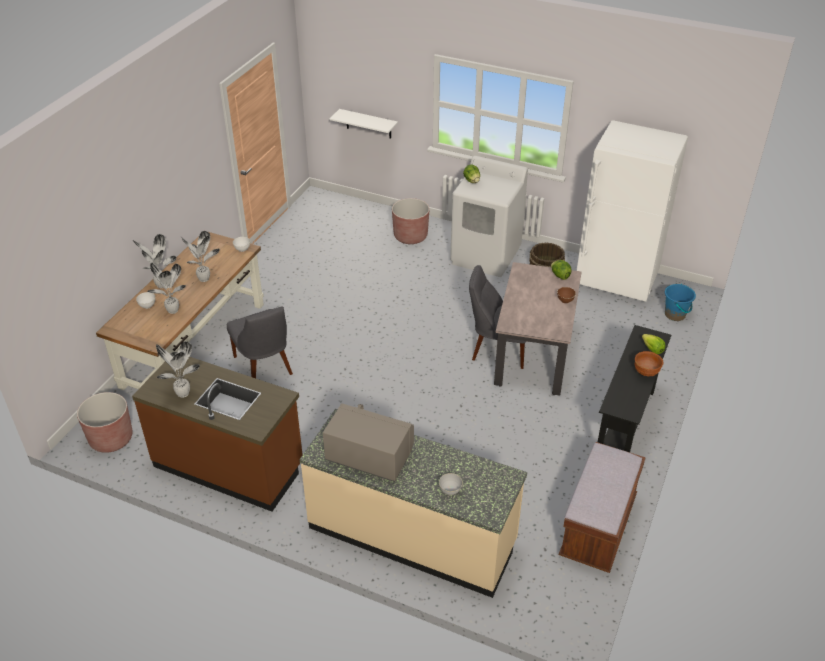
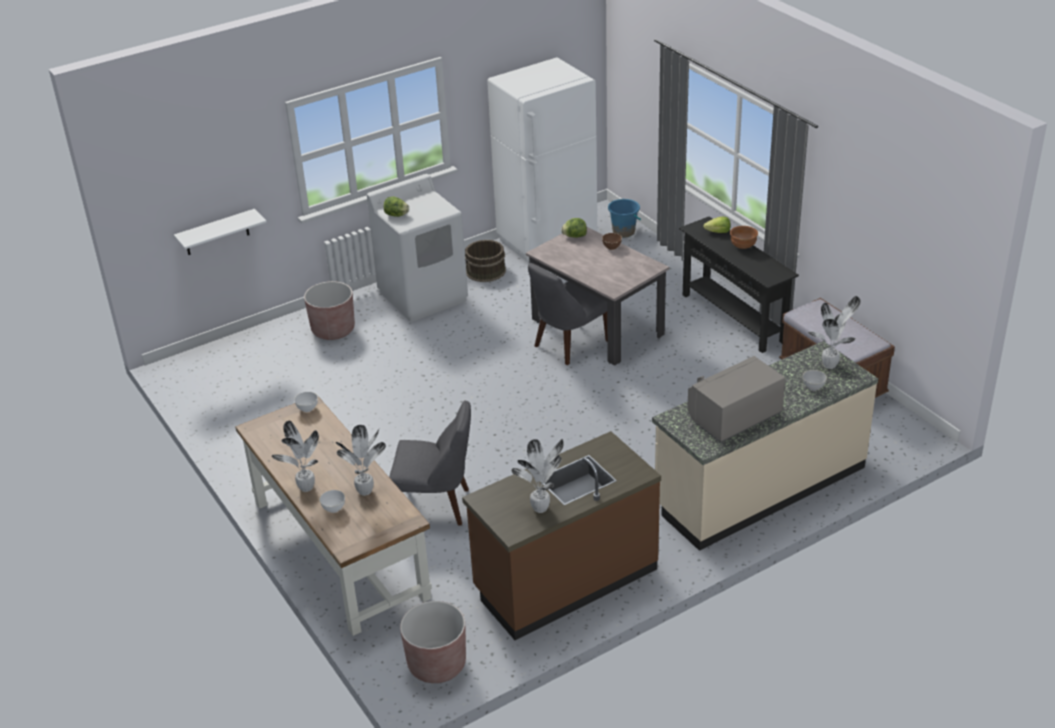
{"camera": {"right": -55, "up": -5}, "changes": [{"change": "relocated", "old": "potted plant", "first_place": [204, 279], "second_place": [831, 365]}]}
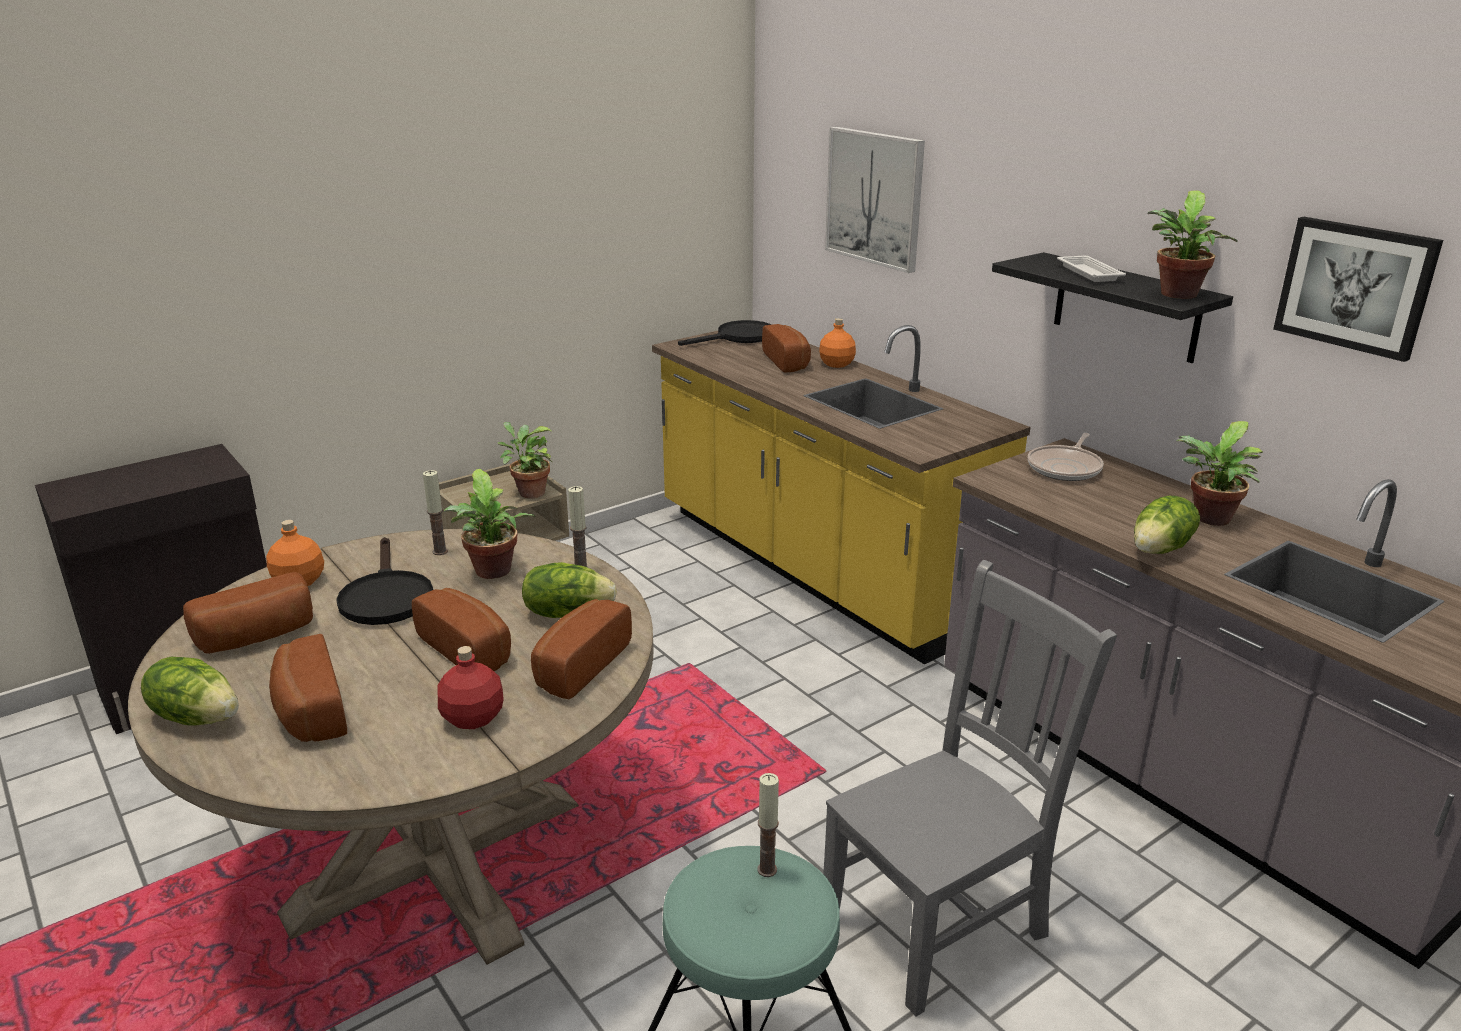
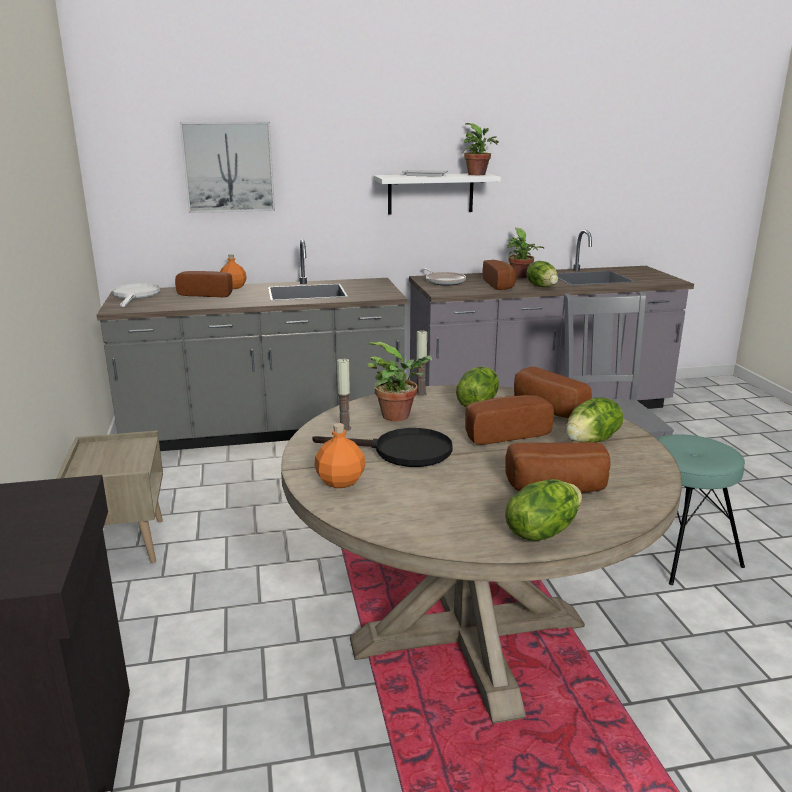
{"camera": {"right": -65, "up": -5}, "changes": [{"change": "colour", "old": "yellow counter", "new": "grey counter", "first_place": [815, 568], "second_place": [266, 431]}, {"change": "colour", "old": "black frying pan", "new": "white frying pan", "first_place": [739, 337], "second_place": [135, 296]}, {"change": "colour", "old": "black shelf", "new": "white shelf", "first_place": [1126, 307], "second_place": [430, 193]}, {"change": "relocated", "old": "bread", "first_place": [258, 637], "second_place": [500, 285]}, {"change": "exchanged", "old": "red bottle", "new": "lettuce", "first_place": [473, 719], "second_place": [592, 441]}, {"change": "missing", "old": "potted plant", "first_place": [529, 492]}, {"change": "missing", "old": "candle", "first_place": [767, 870]}, {"change": "missing", "old": "picture", "first_place": [1355, 286]}]}
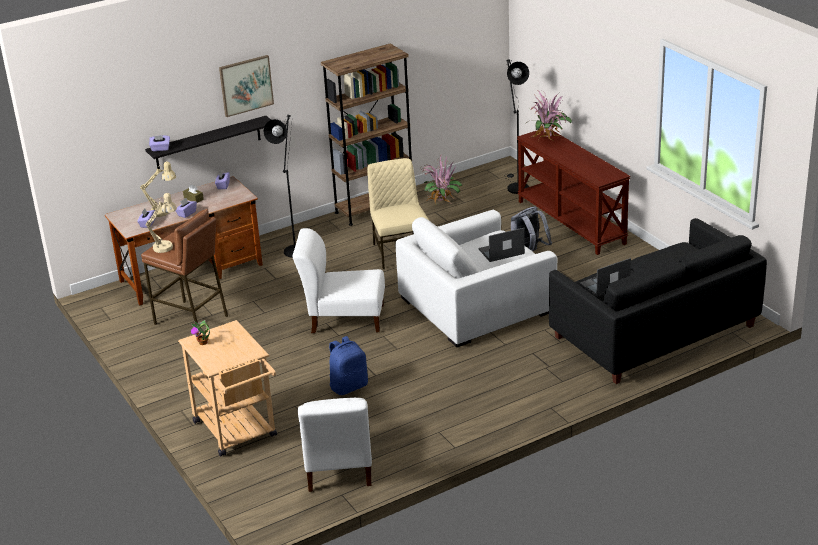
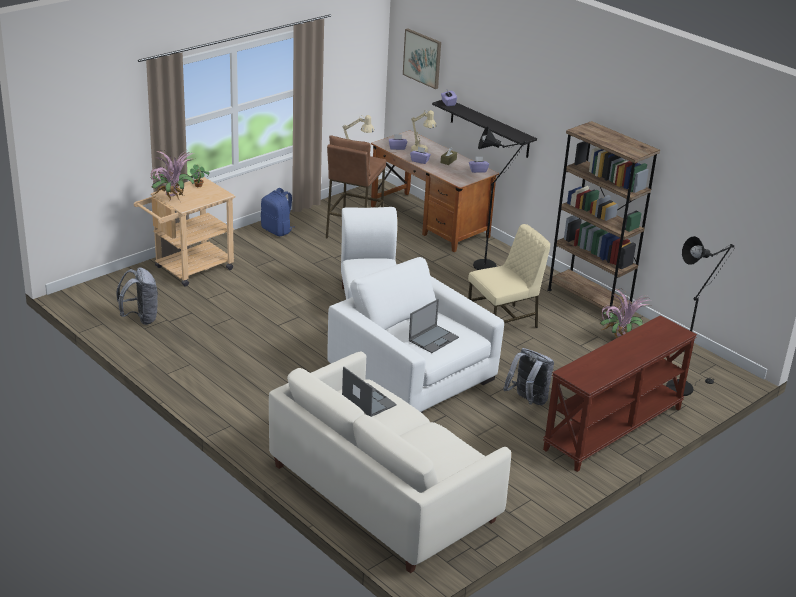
{"camera": {"right": 75, "up": 0}, "changes": [{"change": "exchanged", "old": "white chair", "new": "grey backpack", "first_place": [338, 467], "second_place": [140, 318]}, {"change": "relocated", "old": "potted plant", "first_place": [548, 140], "second_place": [172, 200]}, {"change": "relocated", "old": "blue backpack", "first_place": [349, 386], "second_place": [277, 230]}, {"change": "colour", "old": "black sofa", "new": "white sofa", "first_place": [654, 332], "second_place": [382, 493]}, {"change": "relocated", "old": "picture", "first_place": [246, 85], "second_place": [422, 58]}, {"change": "spun", "old": "laptop", "first_place": [501, 251], "second_place": [434, 339], "degrees": 75}]}
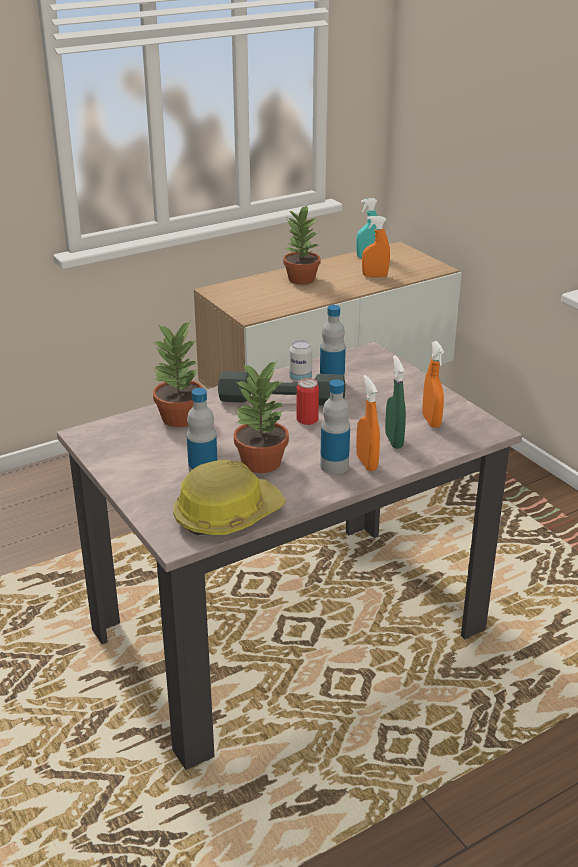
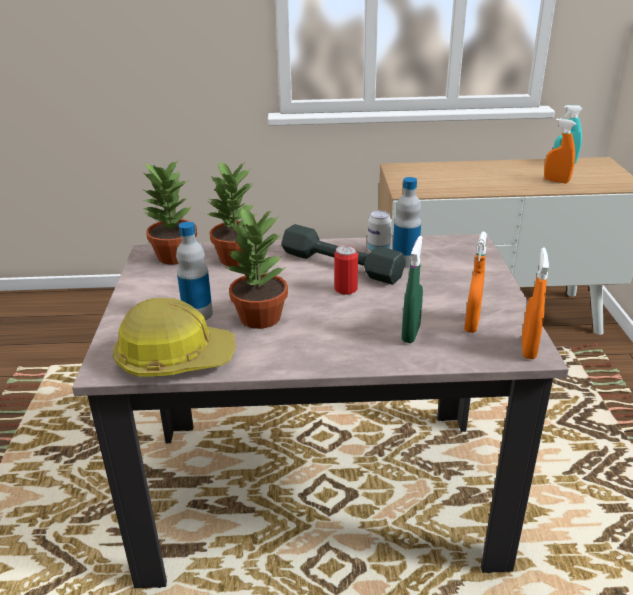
{"camera": {"right": 30, "up": 0}, "changes": [{"change": "relocated", "old": "potted plant", "first_place": [301, 279], "second_place": [174, 256]}, {"change": "relocated", "old": "orange spray bottle", "first_place": [366, 463], "second_place": [528, 349]}, {"change": "missing", "old": "bottle", "first_place": [334, 466]}]}
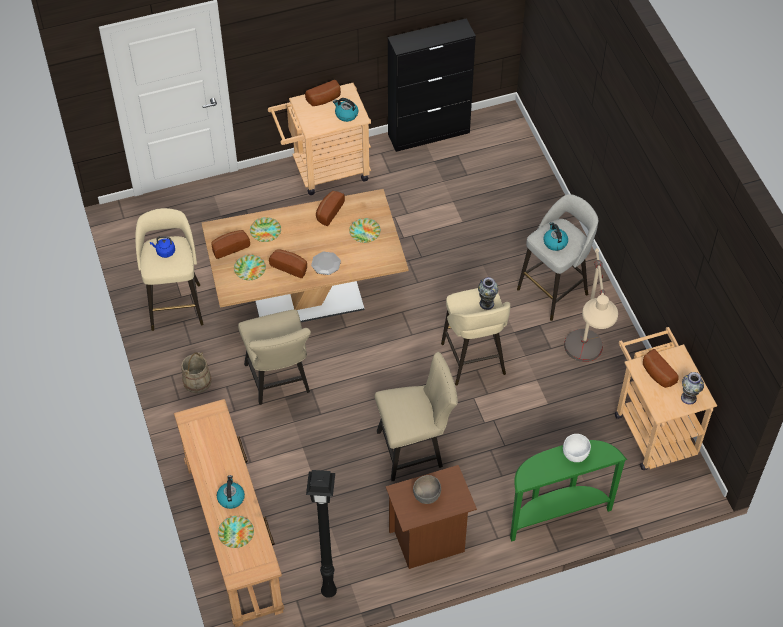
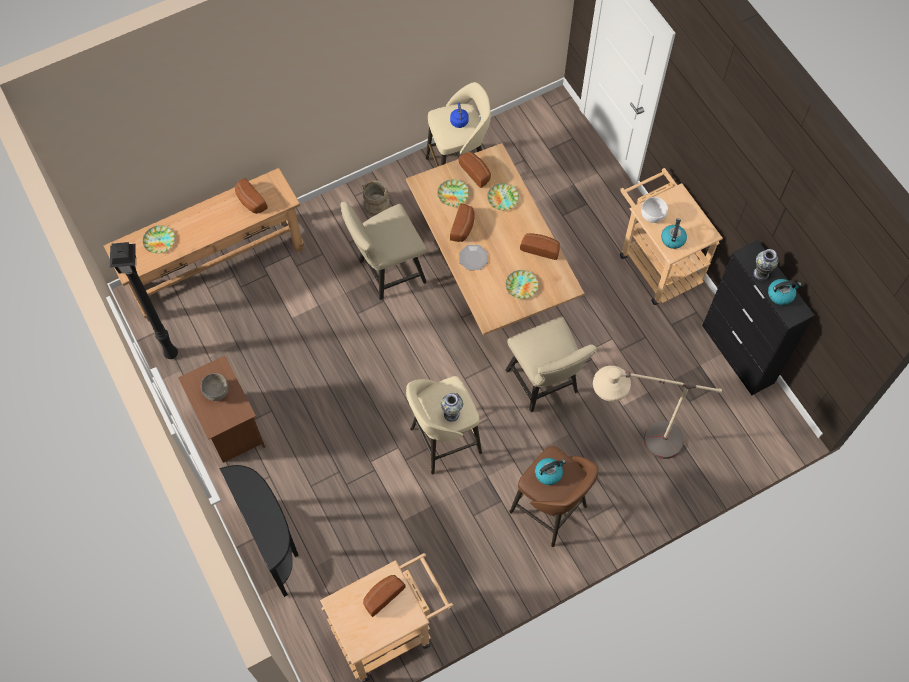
{"camera": {"right": 80, "up": 10}, "changes": [{"change": "colour", "old": "green console table", "new": "black console table", "first_place": [556, 513], "second_place": [274, 542]}, {"change": "relocated", "old": "bread", "first_place": [324, 100], "second_place": [250, 201]}, {"change": "relocated", "old": "beige chair", "first_place": [415, 449], "second_place": [545, 385]}, {"change": "colour", "old": "grey stool", "new": "brown stool", "first_place": [554, 290], "second_place": [550, 511]}, {"change": "relocated", "old": "beige floor lamp", "first_place": [583, 368], "second_place": [635, 442]}, {"change": "relocated", "old": "white bowl", "first_place": [575, 455], "second_place": [652, 216]}, {"change": "relocated", "old": "vase", "first_place": [688, 397], "second_place": [761, 274]}, {"change": "relocated", "old": "kettle", "first_place": [231, 498], "second_place": [781, 294]}]}
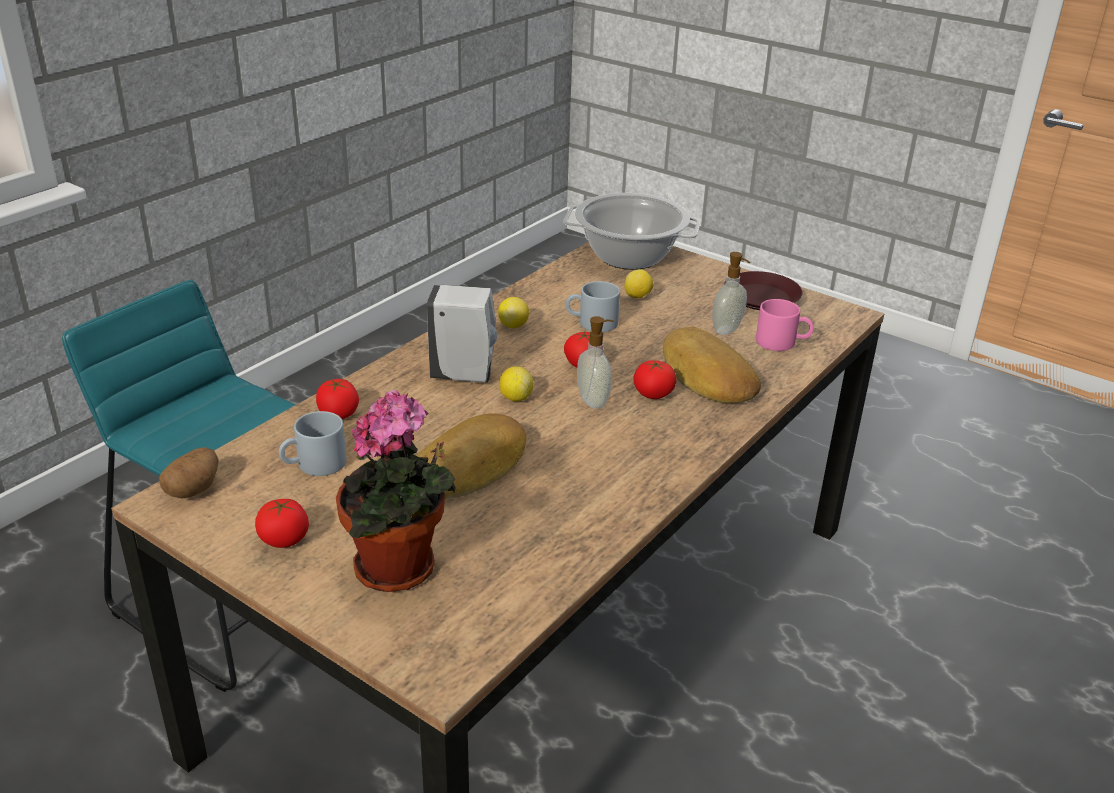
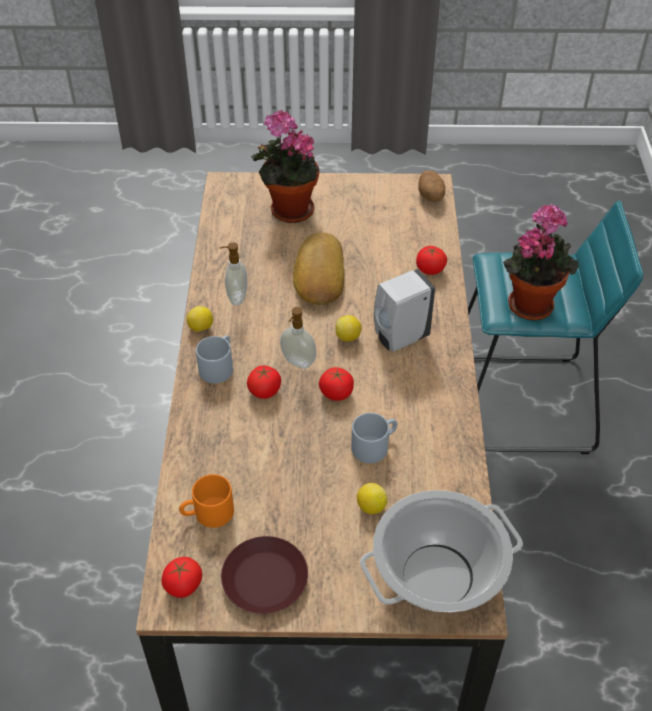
{"camera": {"right": 145, "up": 15}, "changes": [{"change": "relocated", "old": "tomato", "first_place": [284, 539], "second_place": [183, 585]}, {"change": "colour", "old": "pink mug", "new": "orange mug", "first_place": [782, 342], "second_place": [208, 514]}, {"change": "relocated", "old": "lemon", "first_place": [513, 325], "second_place": [201, 328]}, {"change": "relocated", "old": "grey mug", "first_place": [314, 465], "second_place": [218, 366]}, {"change": "relocated", "old": "soap dispenser", "first_place": [727, 330], "second_place": [236, 297]}, {"change": "appeared", "new": "potted plant", "second_place": [530, 302]}, {"change": "missing", "old": "bread", "first_place": [706, 376]}]}
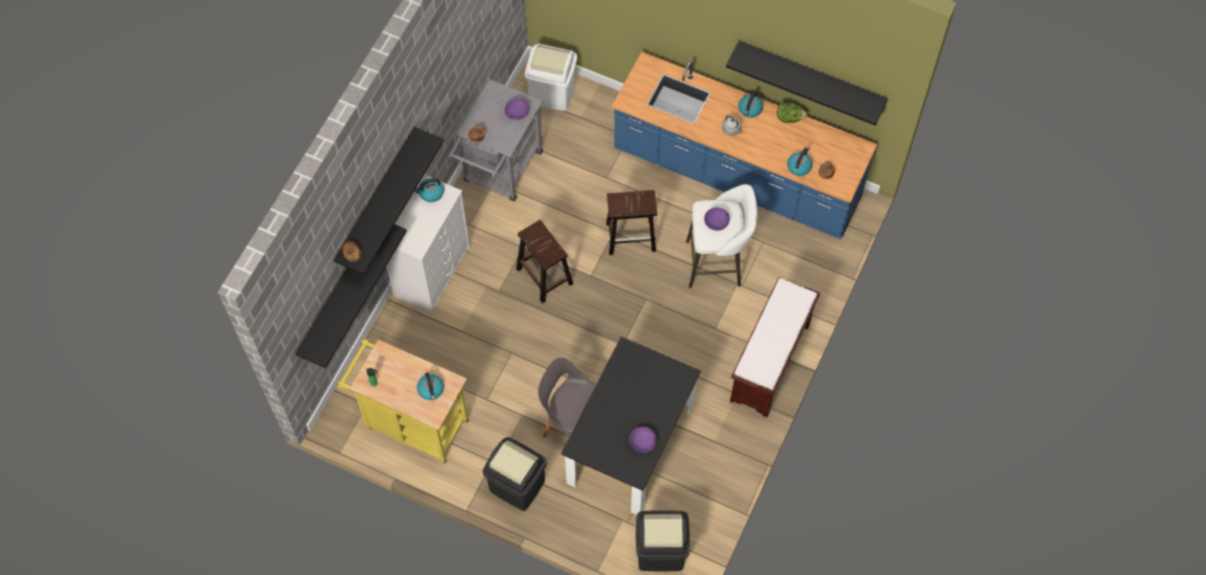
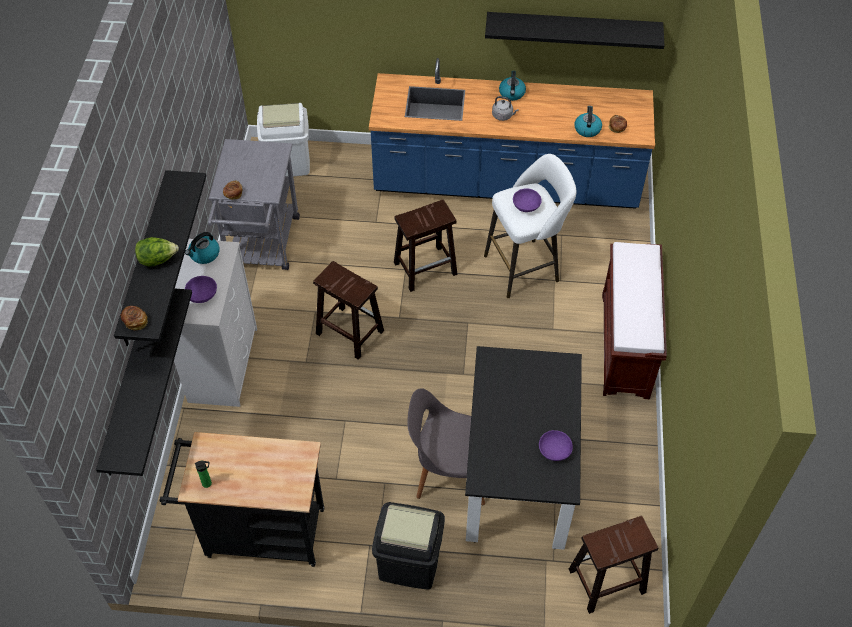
{"camera": {"right": -20, "up": -10}, "changes": [{"change": "relocated", "old": "lettuce", "first_place": [789, 118], "second_place": [158, 260]}, {"change": "colour", "old": "yellow cart", "new": "black cart", "first_place": [412, 422], "second_place": [258, 533]}, {"change": "relocated", "old": "purple bowl", "first_place": [517, 112], "second_place": [202, 295]}, {"change": "exchanged", "old": "black trash can", "new": "brown stool", "first_place": [660, 552], "second_place": [605, 581]}, {"change": "missing", "old": "kettle", "first_place": [431, 390]}]}
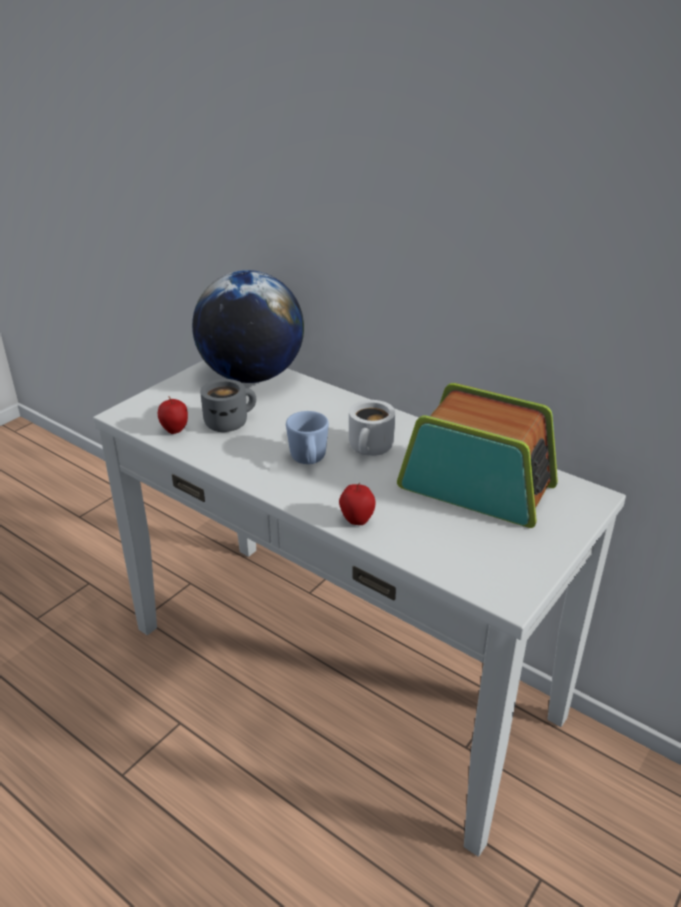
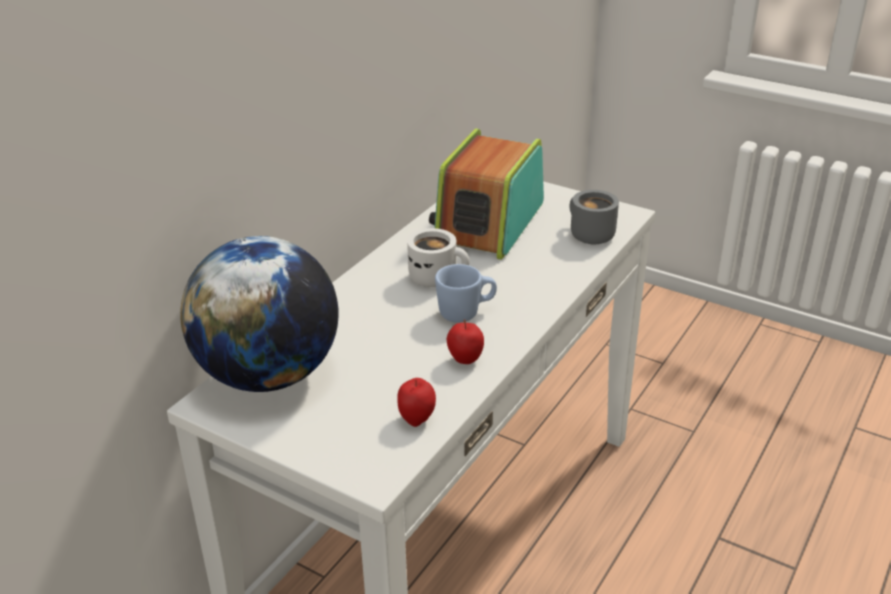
{"camera": {"right": -95, "up": 0}, "changes": [{"change": "relocated", "old": "apple", "first_place": [356, 521], "second_place": [465, 360]}, {"change": "relocated", "old": "grey mug", "first_place": [229, 422], "second_place": [588, 235]}]}
